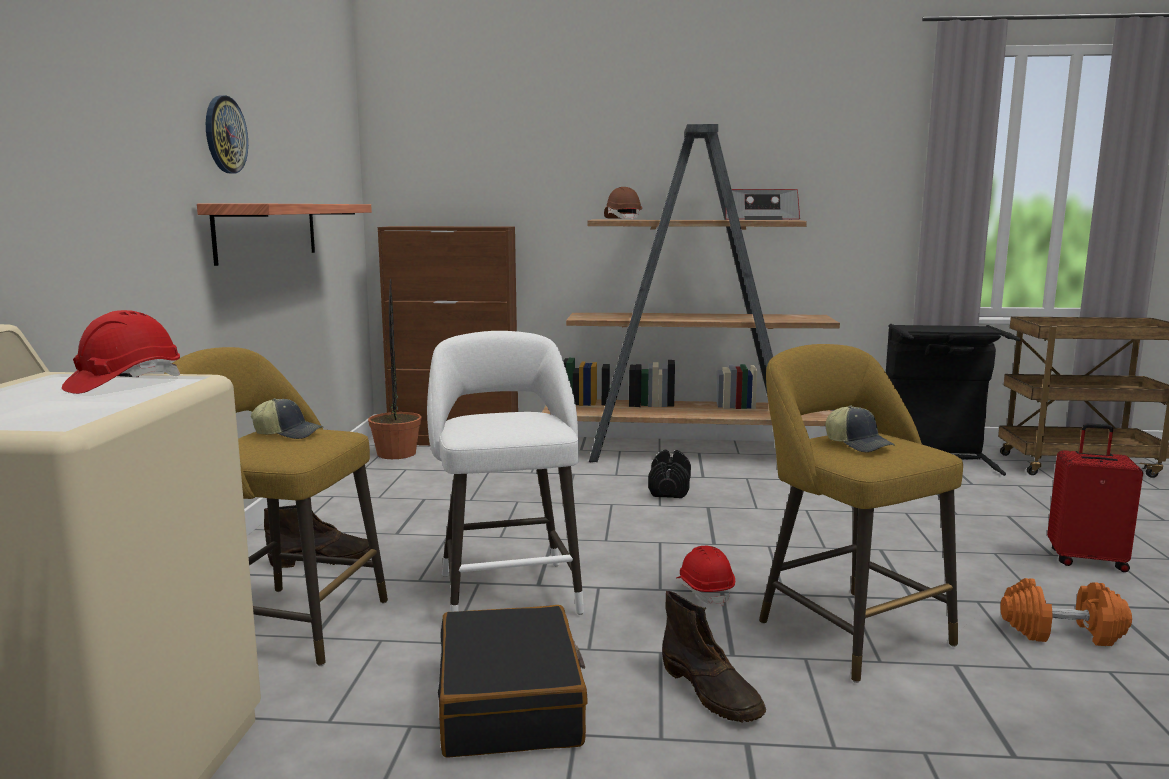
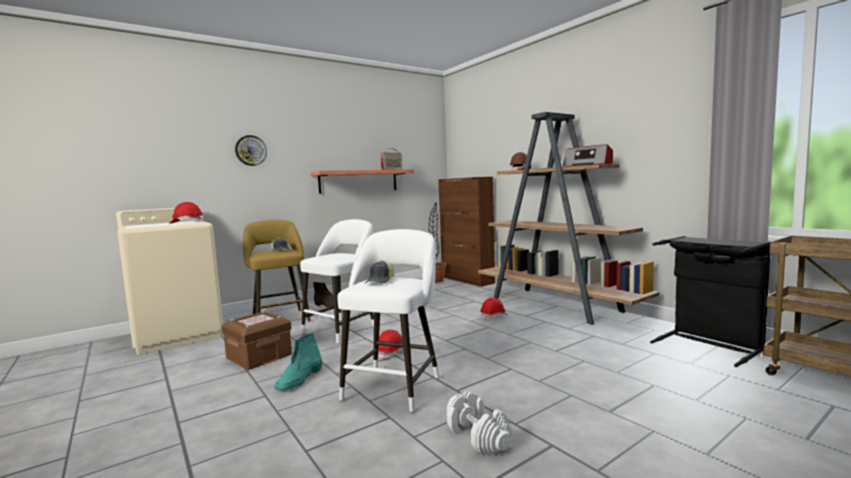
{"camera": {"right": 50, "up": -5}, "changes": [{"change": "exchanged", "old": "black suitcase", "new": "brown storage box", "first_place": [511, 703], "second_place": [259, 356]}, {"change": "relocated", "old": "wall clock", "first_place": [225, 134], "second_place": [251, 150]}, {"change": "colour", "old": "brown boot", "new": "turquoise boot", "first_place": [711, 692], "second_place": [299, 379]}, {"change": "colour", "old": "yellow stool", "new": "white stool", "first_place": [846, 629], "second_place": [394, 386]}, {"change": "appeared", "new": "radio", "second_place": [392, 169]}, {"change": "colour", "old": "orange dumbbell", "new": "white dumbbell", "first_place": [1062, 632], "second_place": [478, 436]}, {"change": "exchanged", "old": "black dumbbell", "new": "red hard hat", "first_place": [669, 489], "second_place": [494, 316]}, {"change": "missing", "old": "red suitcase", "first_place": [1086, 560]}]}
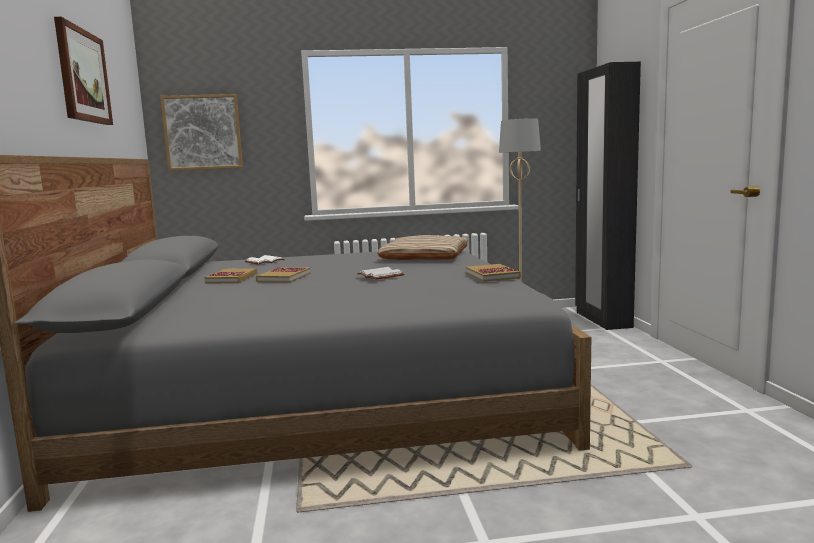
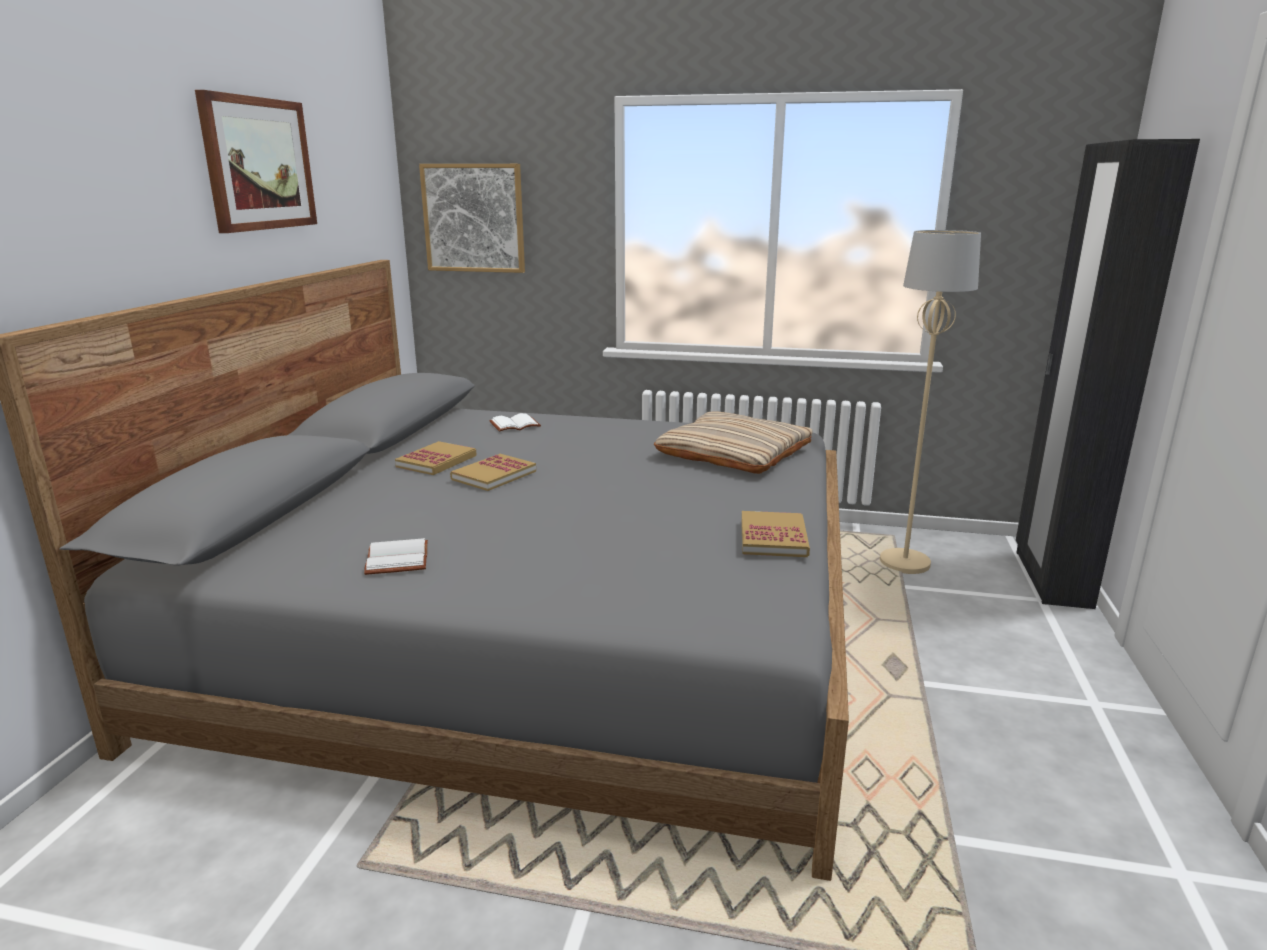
{"camera": {"right": 20, "up": 10}, "changes": [{"change": "relocated", "old": "white book", "first_place": [381, 275], "second_place": [399, 559]}]}
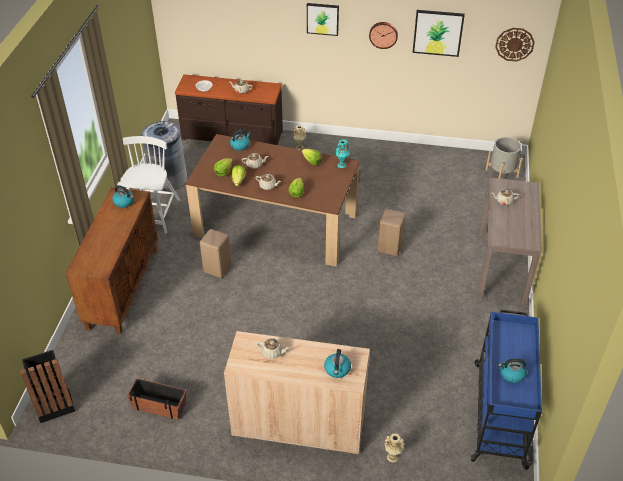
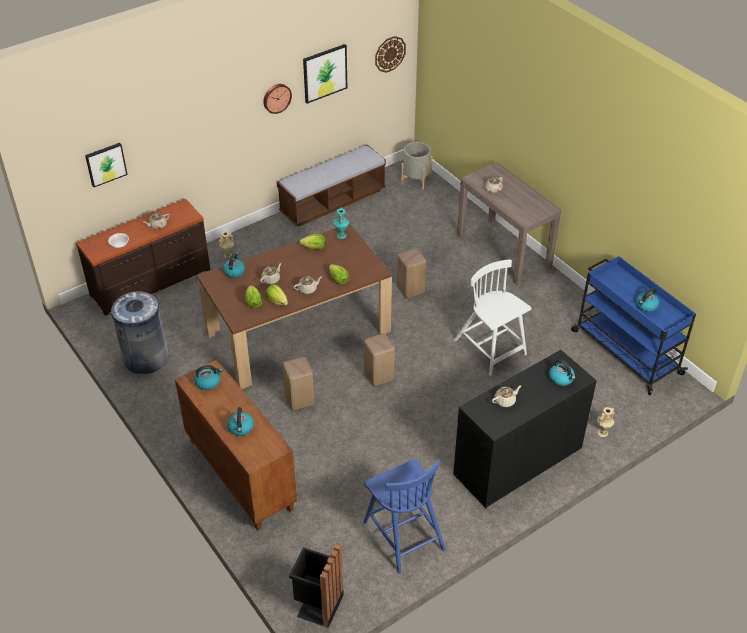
{"camera": {"right": -45, "up": 0}, "changes": [{"change": "relocated", "old": "picture", "first_place": [322, 18], "second_place": [105, 164]}, {"change": "appeared", "new": "kettle", "second_place": [241, 428]}, {"change": "appeared", "new": "bench", "second_place": [333, 202]}, {"change": "exchanged", "old": "planter", "new": "blue chair", "first_place": [159, 406], "second_place": [403, 534]}, {"change": "appeared", "new": "beige stool", "second_place": [378, 377]}, {"change": "colour", "old": "beige cabinet", "new": "black cabinet", "first_place": [299, 424], "second_place": [517, 462]}, {"change": "relocated", "old": "white chair", "first_place": [153, 215], "second_place": [490, 349]}]}
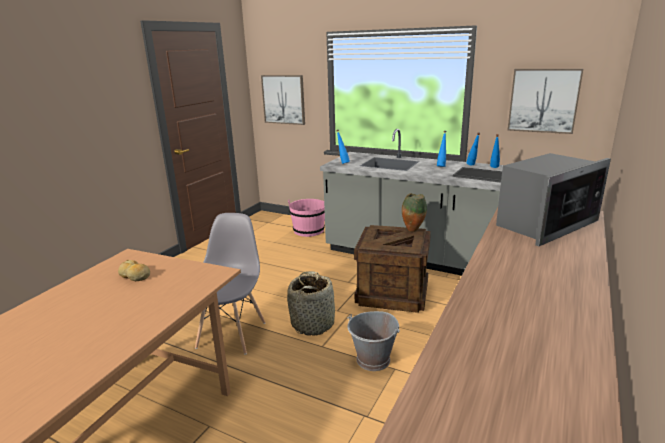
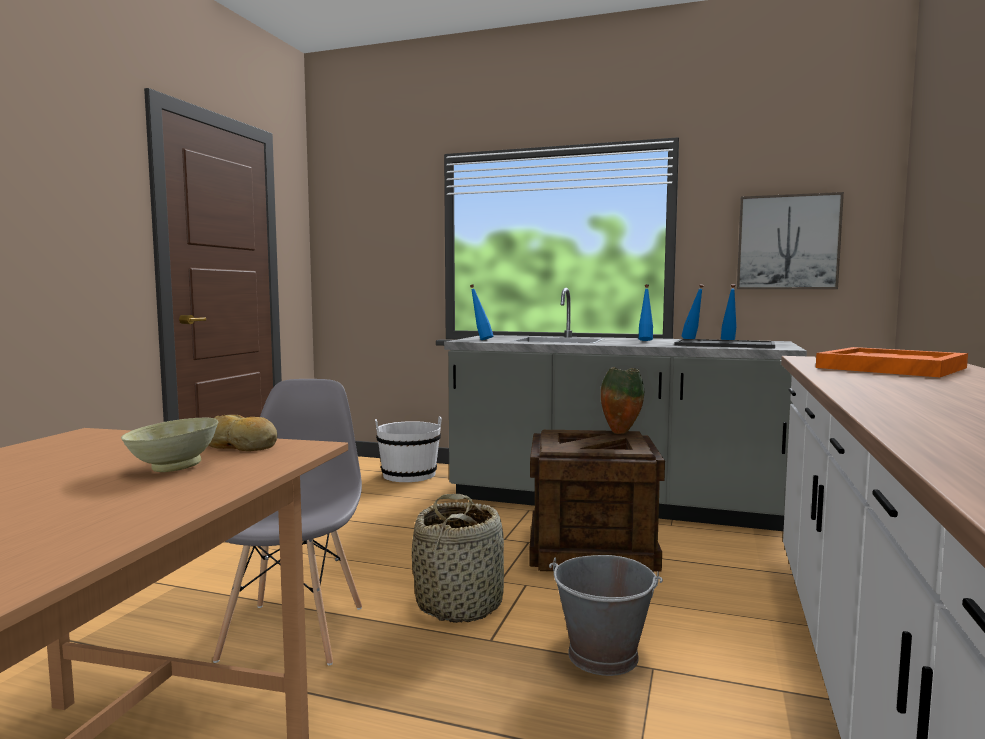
{"camera": {"right": -10, "up": -15}, "changes": [{"change": "appeared", "new": "beige bowl", "second_place": [172, 467]}, {"change": "relocated", "old": "bread", "first_place": [135, 276], "second_place": [241, 446]}, {"change": "colour", "old": "pink bucket", "new": "white bucket", "first_place": [308, 230], "second_place": [409, 475]}, {"change": "exchanged", "old": "microwave", "new": "orange tray", "first_place": [544, 224], "second_place": [890, 367]}, {"change": "missing", "old": "picture", "first_place": [283, 99]}]}
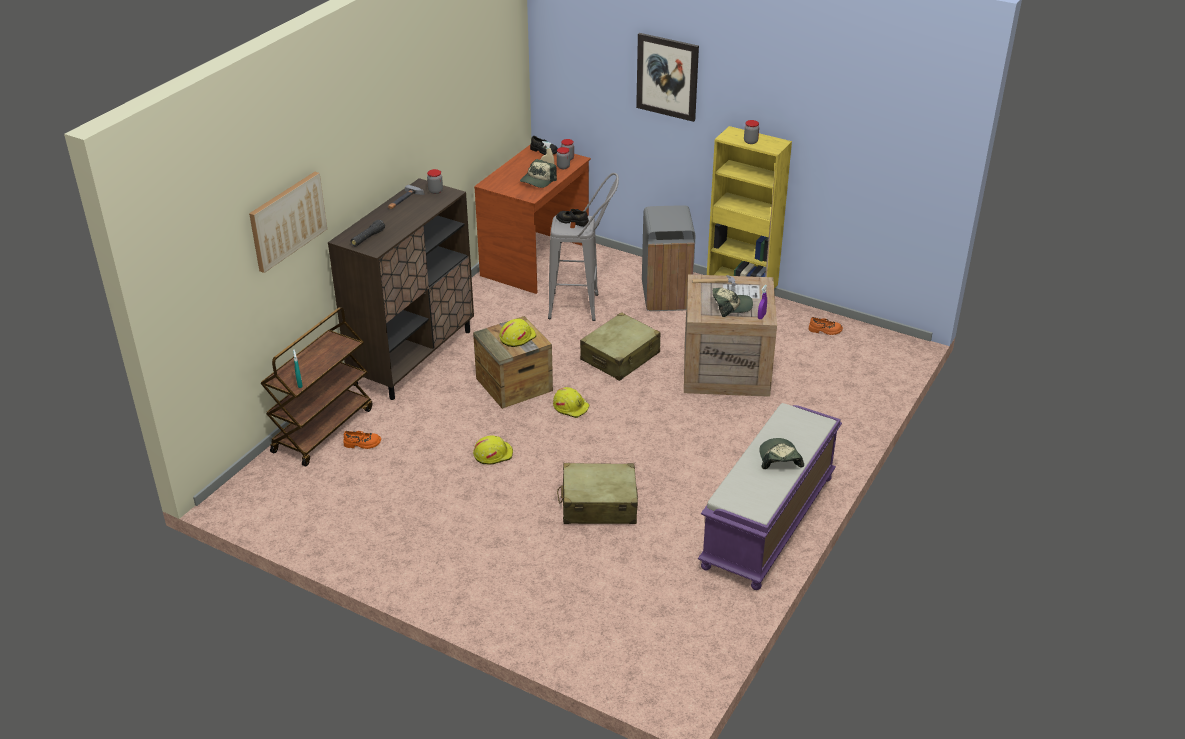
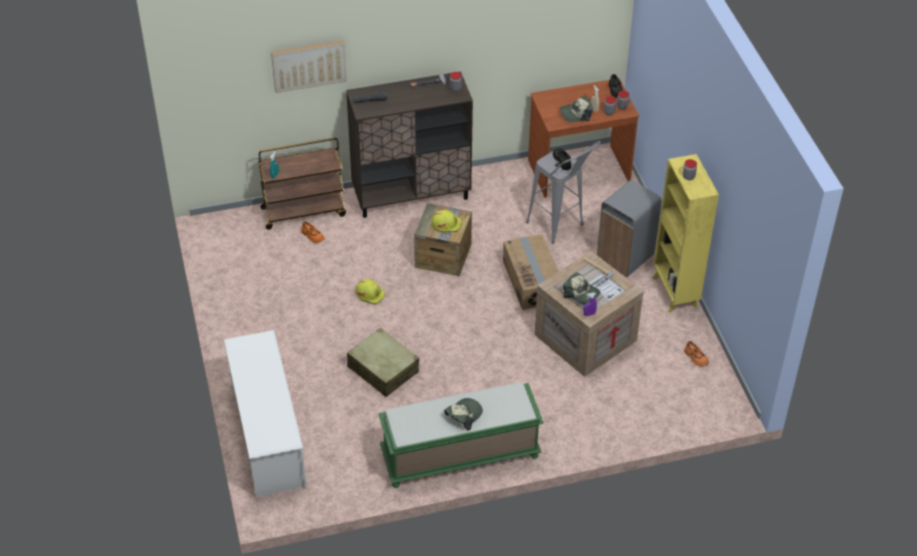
{"camera": {"right": 45, "up": 10}, "changes": [{"change": "appeared", "new": "white shoe rack", "second_place": [267, 435]}, {"change": "colour", "old": "purple bench", "new": "green bench", "first_place": [769, 523], "second_place": [459, 455]}, {"change": "exchanged", "old": "beige suitcase", "new": "cardboard box", "first_place": [620, 357], "second_place": [532, 281]}, {"change": "missing", "old": "yellow hard hat", "first_place": [571, 407]}, {"change": "missing", "old": "picture", "first_place": [667, 76]}]}
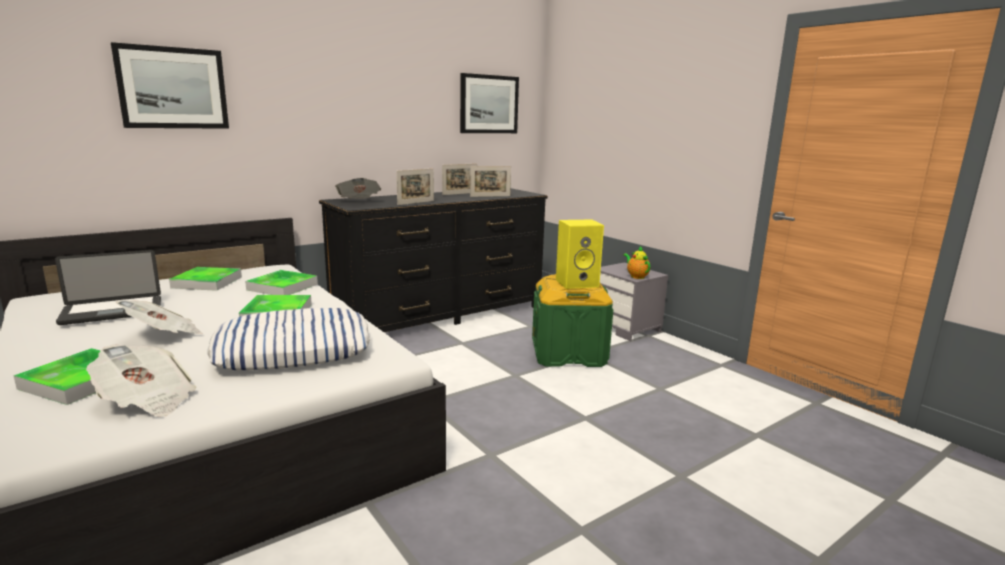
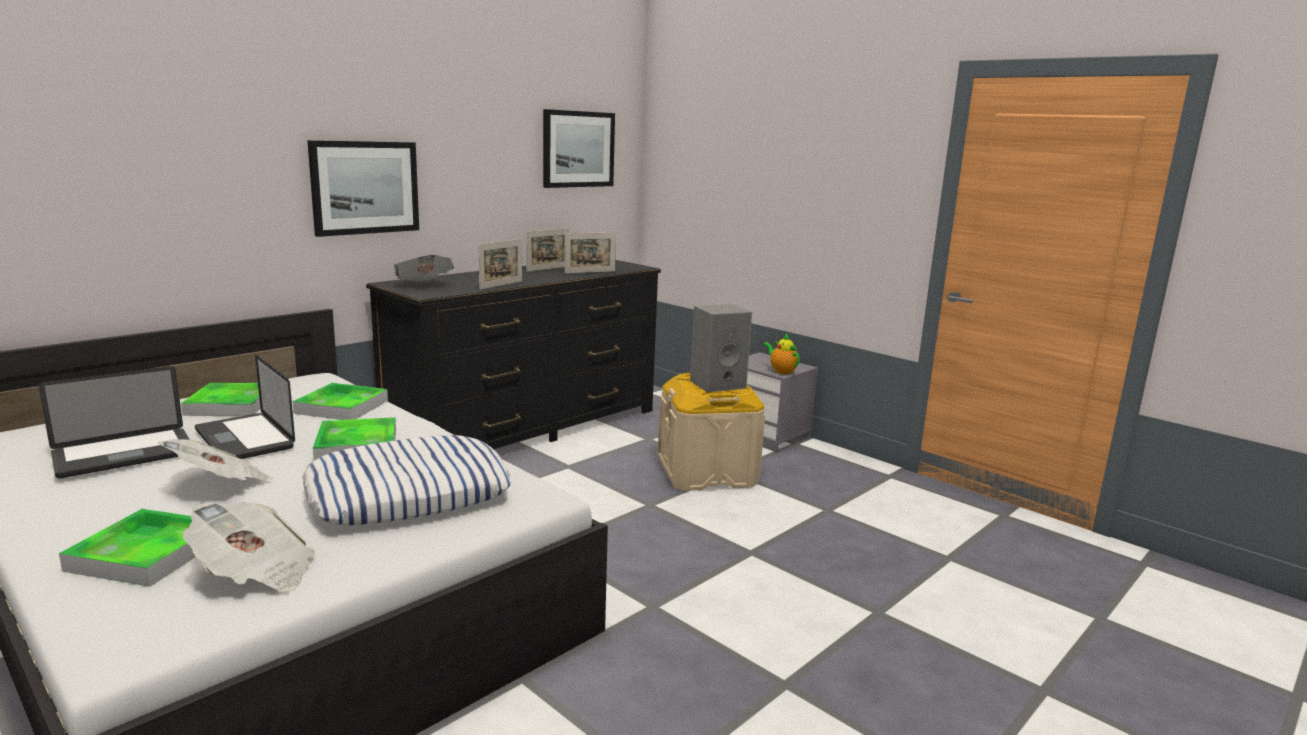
{"camera": {"right": -10, "up": 0}, "changes": [{"change": "appeared", "new": "laptop", "second_place": [244, 439]}, {"change": "relocated", "old": "picture", "first_place": [173, 88], "second_place": [365, 187]}, {"change": "colour", "old": "green storage box", "new": "beige storage box", "first_place": [568, 353], "second_place": [707, 472]}, {"change": "colour", "old": "yellow speaker", "new": "grey speaker", "first_place": [577, 283], "second_place": [718, 384]}]}
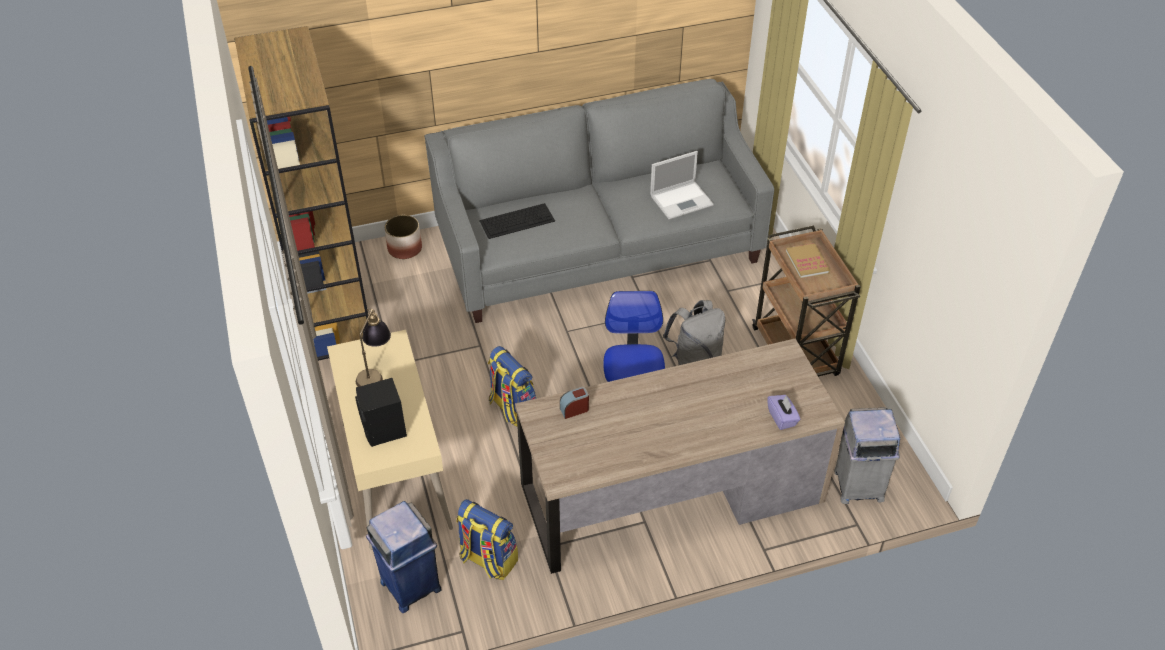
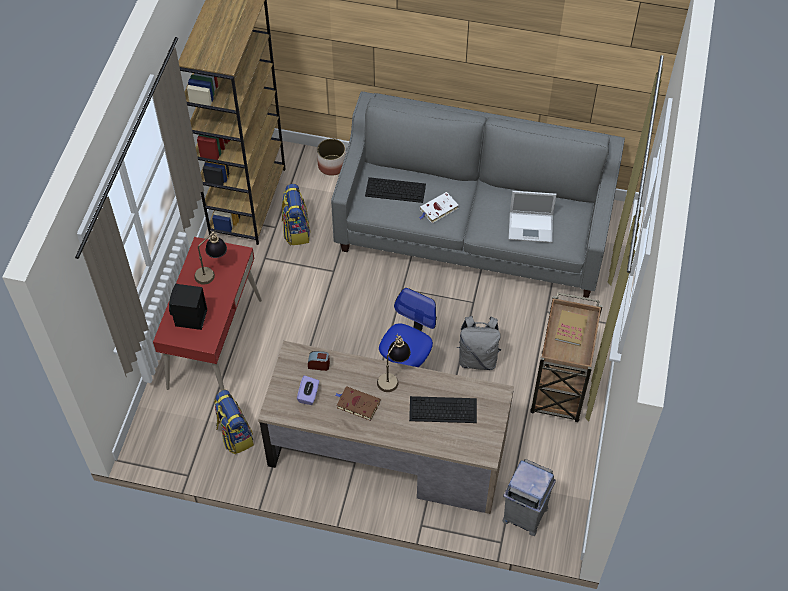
{"camera": {"right": 30, "up": 10}, "changes": [{"change": "colour", "old": "beige desk", "new": "red desk", "first_place": [395, 475], "second_place": [214, 344]}, {"change": "relocated", "old": "backpack", "first_place": [512, 408], "second_place": [296, 230]}, {"change": "relocated", "old": "purple tissue box", "first_place": [782, 418], "second_place": [308, 395]}, {"change": "appeared", "new": "brown book", "second_place": [357, 404]}, {"change": "appeared", "new": "table lamp", "second_place": [393, 376]}, {"change": "appeared", "new": "keyboard", "second_place": [442, 410]}, {"change": "appeared", "new": "white book", "second_place": [438, 209]}, {"change": "missing", "old": "blue trash can", "first_place": [410, 585]}]}
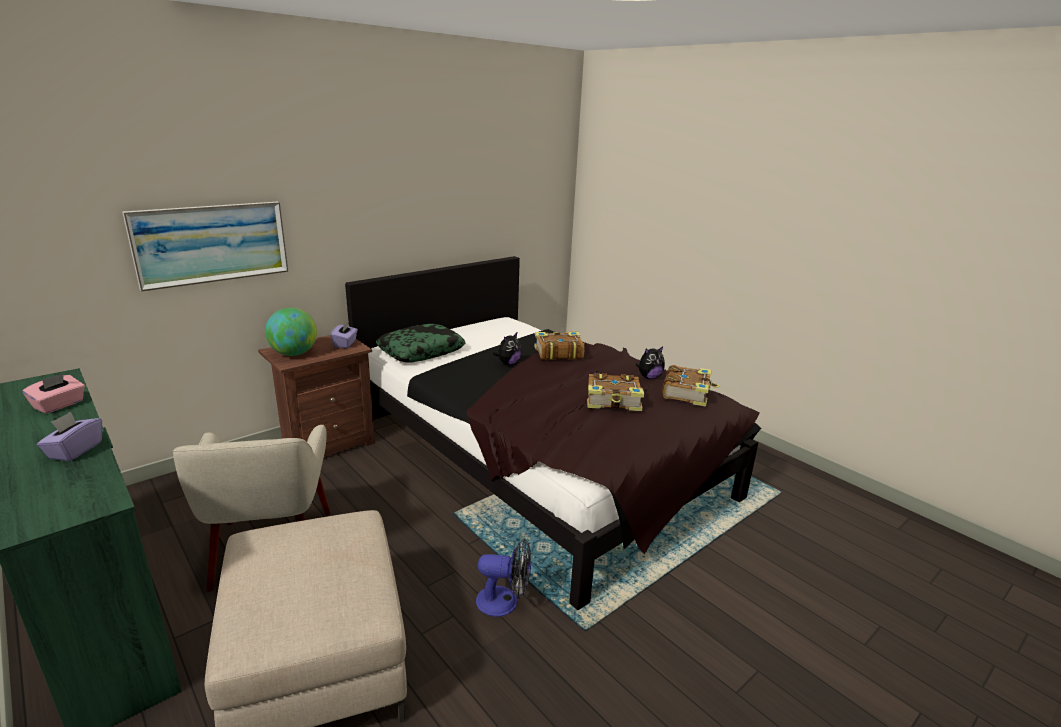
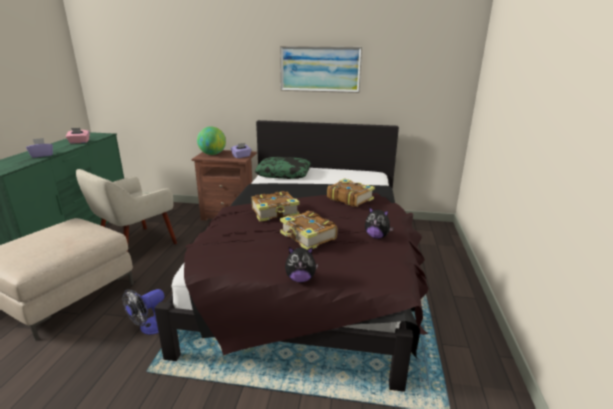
{"camera": {"right": 50, "up": 0}, "changes": [{"change": "spun", "old": "fan", "first_place": [504, 602], "second_place": [150, 327], "degrees": 75}, {"change": "relocated", "old": "book", "first_place": [687, 393], "second_place": [275, 212]}, {"change": "relocated", "old": "picture", "first_place": [211, 243], "second_place": [320, 69]}, {"change": "relocated", "old": "plush toy", "first_place": [508, 363], "second_place": [300, 279]}]}
